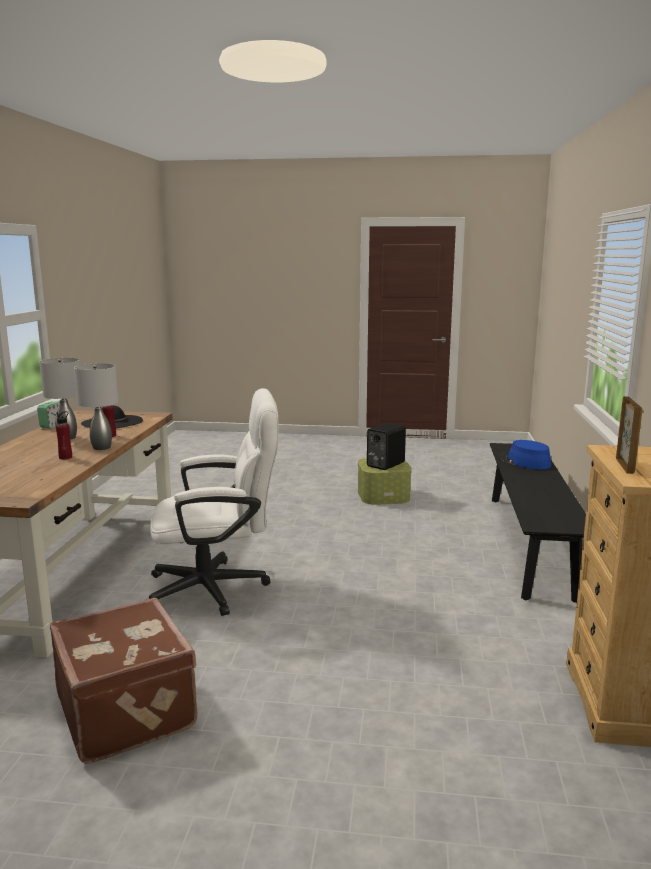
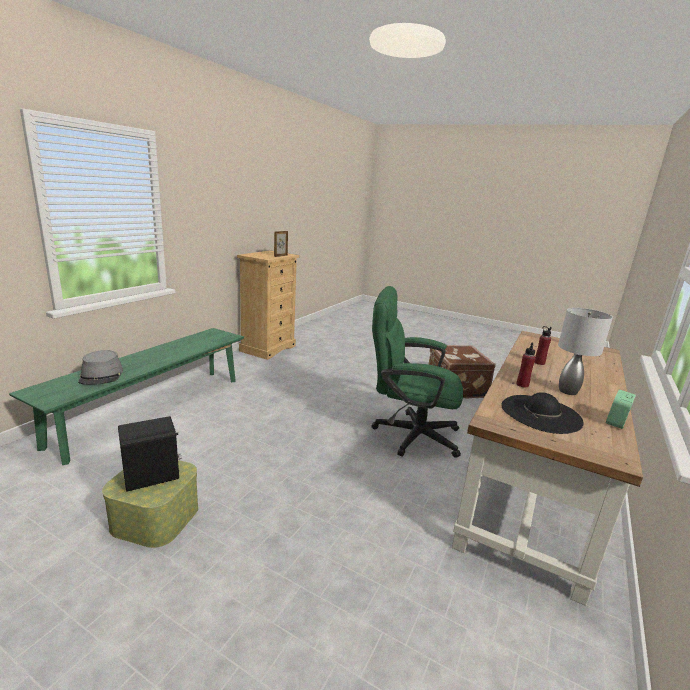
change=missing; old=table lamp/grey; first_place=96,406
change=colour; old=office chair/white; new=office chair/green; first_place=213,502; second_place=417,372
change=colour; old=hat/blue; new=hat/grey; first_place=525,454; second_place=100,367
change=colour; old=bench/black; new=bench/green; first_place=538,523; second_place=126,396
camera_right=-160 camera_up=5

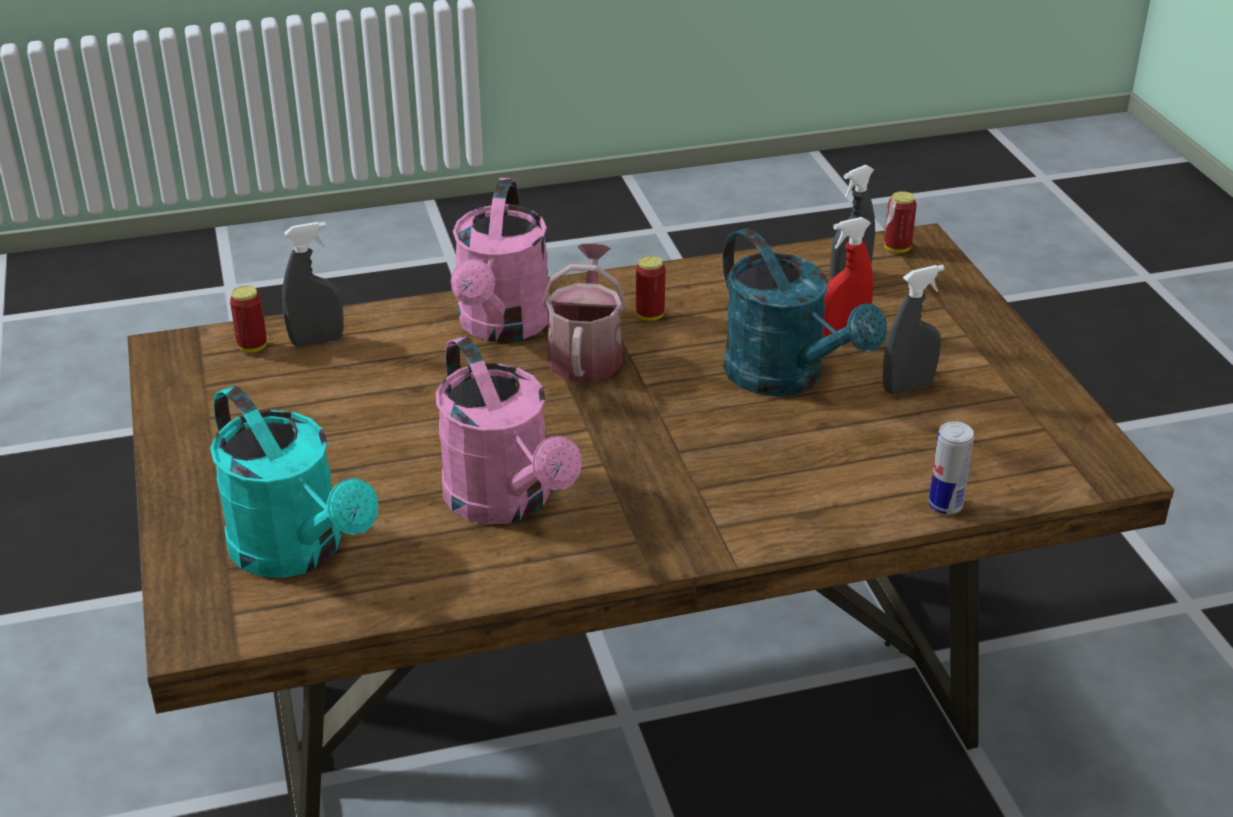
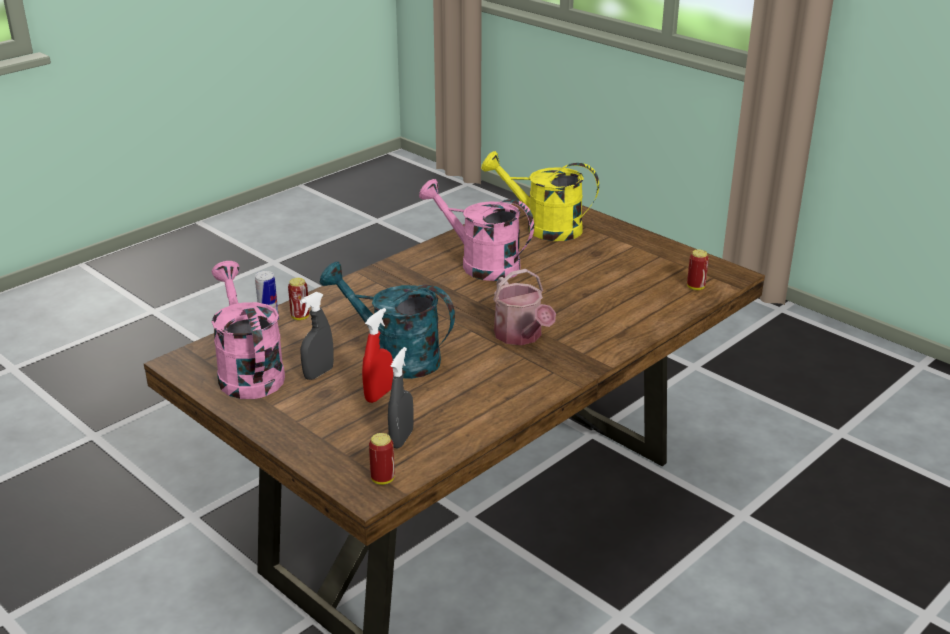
change=relocated; old=watering can/pink; first_place=500,260; second_place=248,330
change=missing; old=spray bottle/grey; first_place=313,284
change=relocated; old=can; first_place=650,288; second_place=298,299
change=colour; old=watering can/turquoise; new=watering can/yellow; first_place=294,482; second_place=540,196
camera_right=150 camera_up=-5

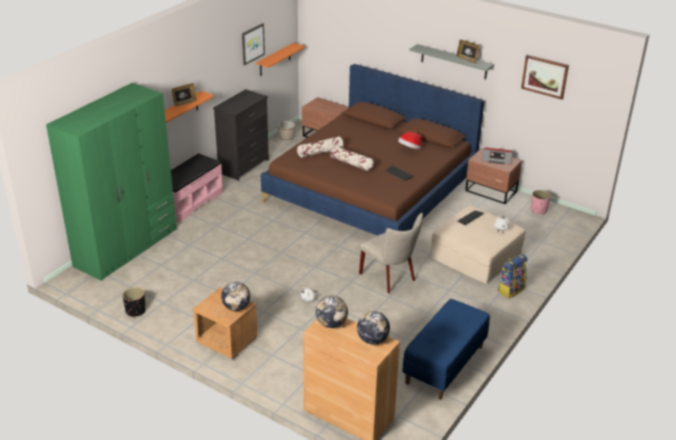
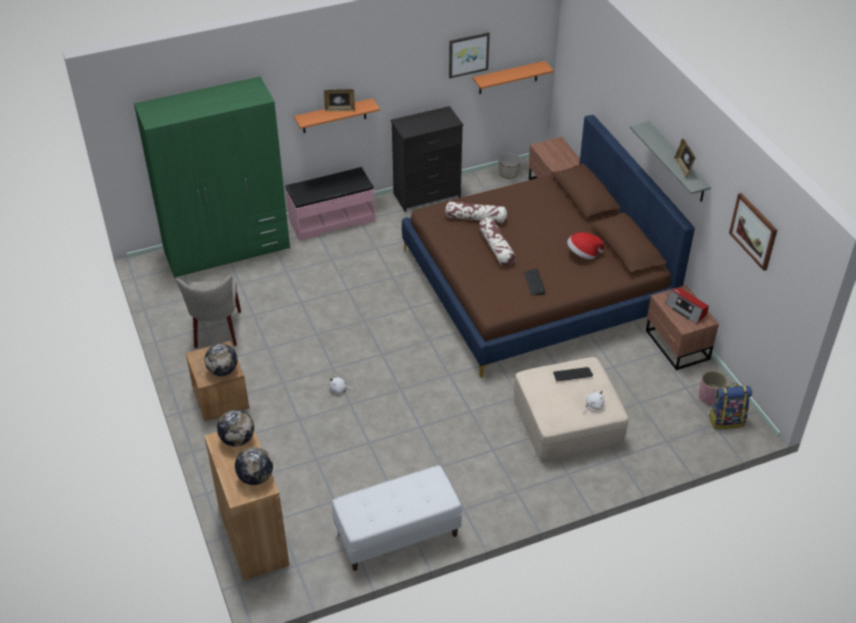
change=relocated; old=chair/beige; first_place=391,253; second_place=208,311
change=relocated; old=backpack; first_place=512,276; second_place=730,406
change=missing; old=planter/black; first_place=134,302
change=colour; old=bench/blue; new=bench/white; first_place=446,349; second_place=397,518
camera_right=35 camera_up=10

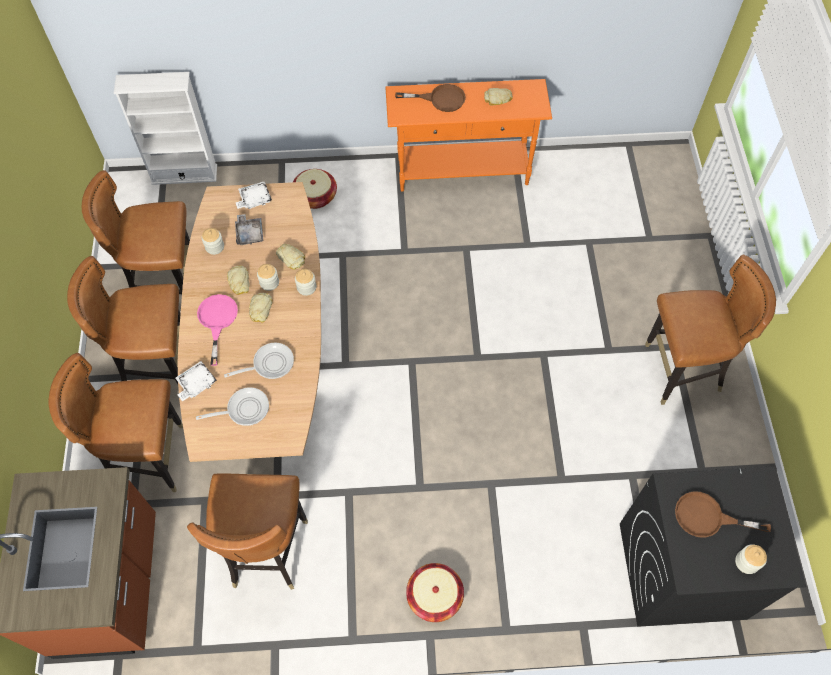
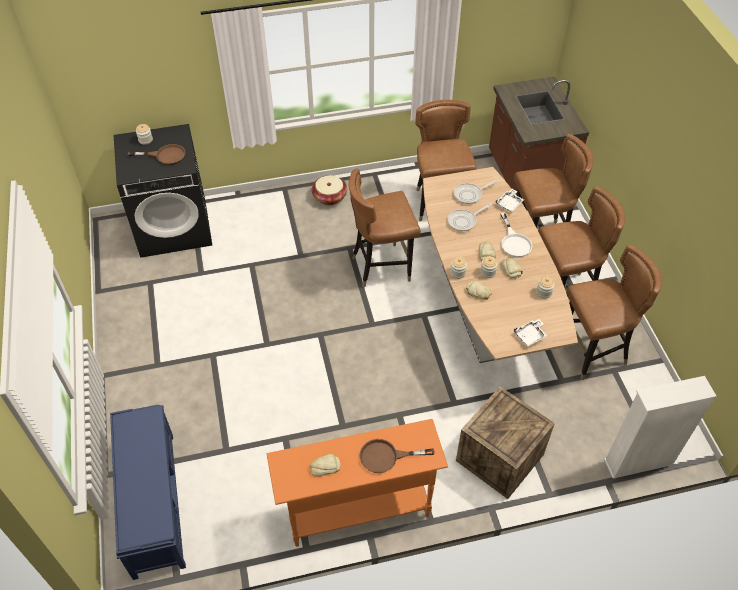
change=exchanged; old=basket; new=crate; first_place=315,189; second_place=505,443
change=missing; old=tray/grey; first_place=249,229
change=relocated; old=chair/brown; first_place=710,330; second_place=384,228
change=colour; old=frying pan/pink; new=frying pan/white; first_place=217,330; second_place=516,235
change=appeared; new=bench/blue; second_place=148,492
camera_right=170 camera_up=-10

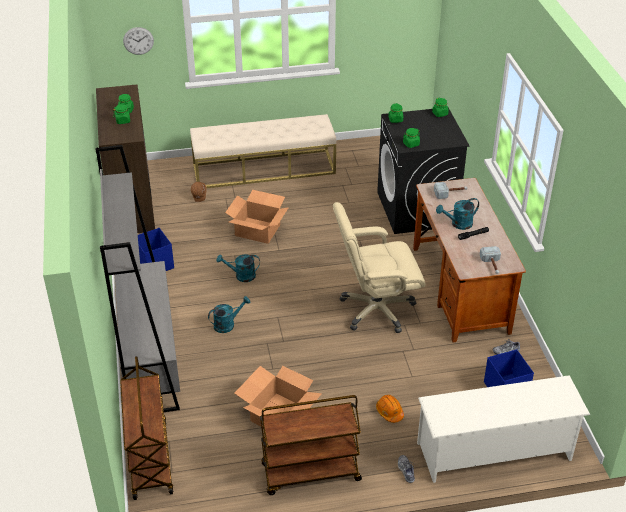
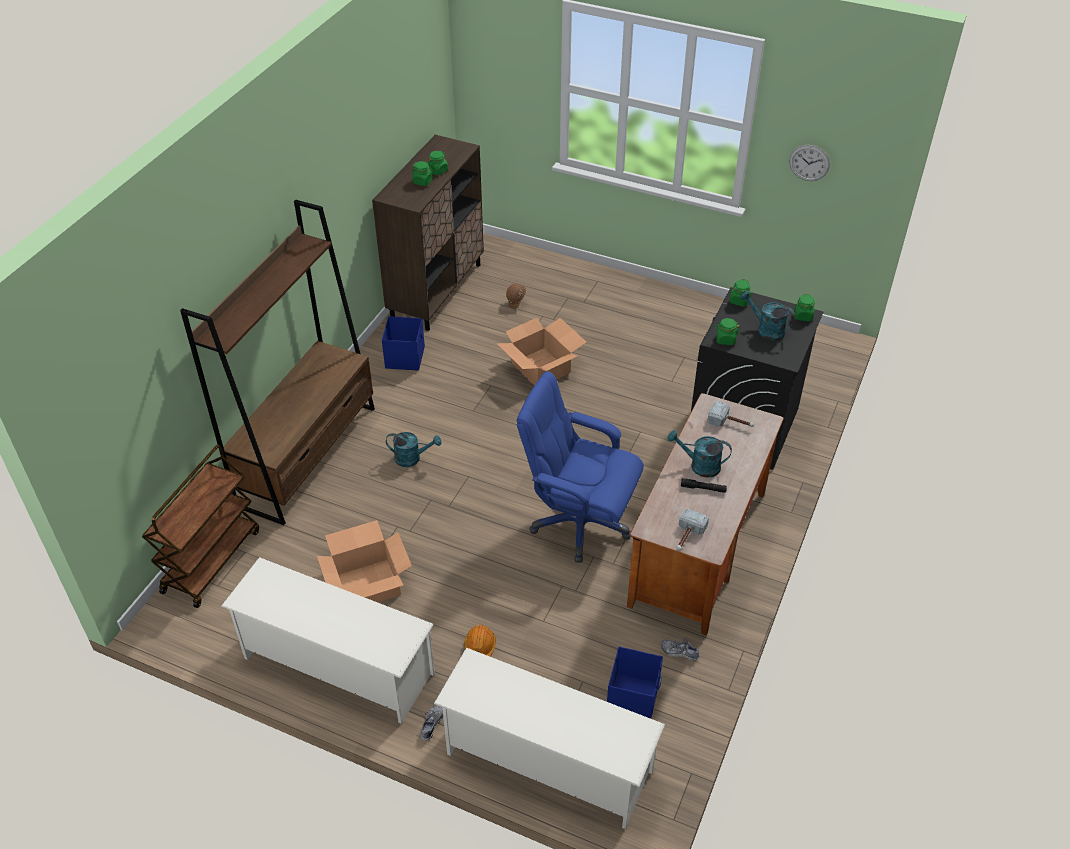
change=relocated; old=wall clock; first_place=138,41; second_place=809,163
change=missing; old=bench/beige; first_place=263,151
change=colour; old=bookcase/grey; new=bookcase/brown; first_place=137,278; second_place=277,362
change=colour; old=office chair/beige; new=office chair/blue; first_place=379,267; second_place=580,467
change=relocated; old=watering can/turquoise; first_place=238,268; second_place=767,315
change=exchanged; old=cart/brown; new=shoe rack/white; first_place=311,445; second_place=328,640
camera_right=35 camera_up=5

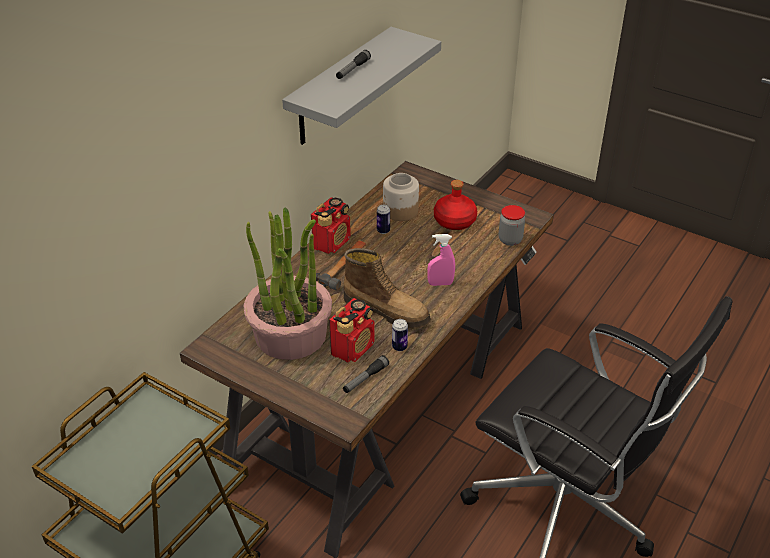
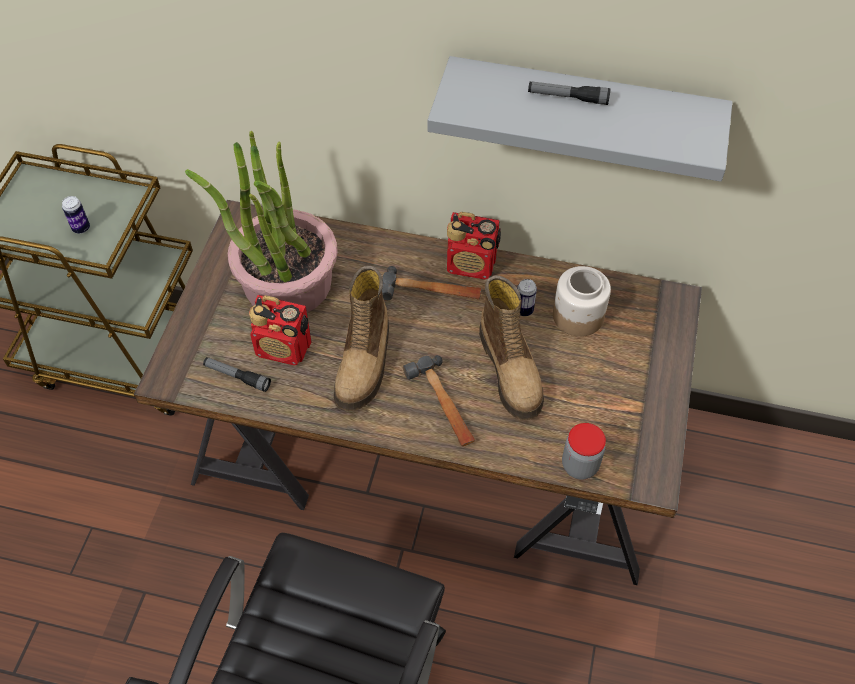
change=missing; old=bottle/red; first_place=455,205
change=exchanged; old=spray bottle/pink; new=hammer; first_place=441,260; second_place=439,400
change=relocated; old=can; first_place=400,335; second_place=76,215
change=appeared; new=boot; second_place=511,347
camera_right=70 camera_up=15

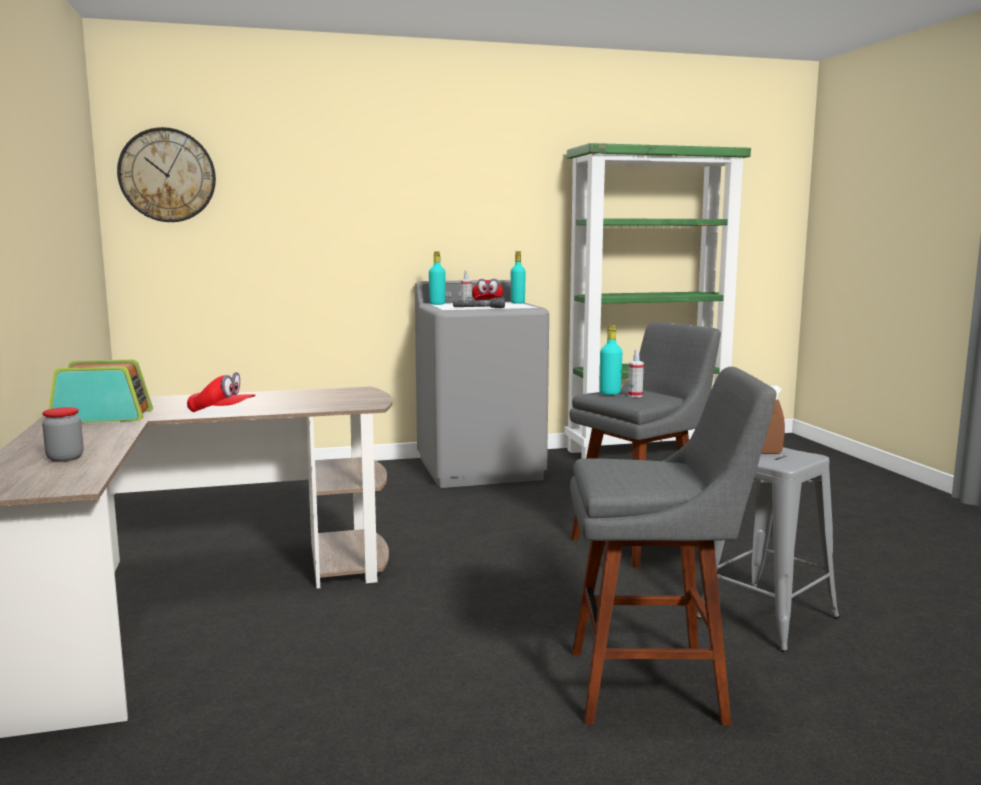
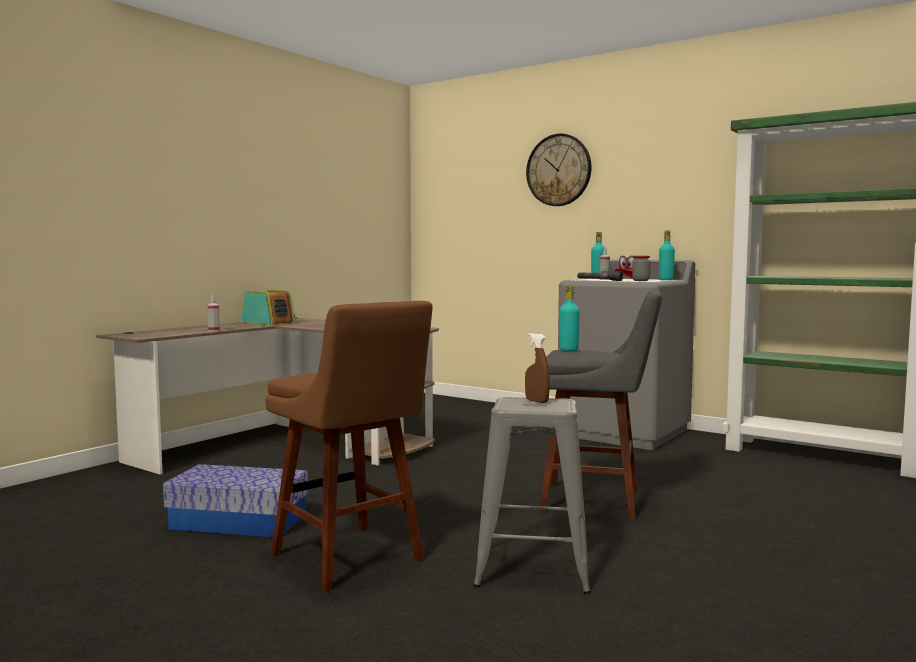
change=relocated; old=wall clock; first_place=166,174; second_place=558,170
change=relocated; old=spray bottle; first_place=636,373; second_place=214,313
change=colour; old=stool/grey; new=stool/brown; first_place=673,546; second_place=349,446
change=missing; old=cap/red; first_place=221,392
change=relocated; old=jar; first_place=63,434; second_place=641,268
change=appeared; new=storage box; second_place=235,500
camera_right=50 camera_up=-5

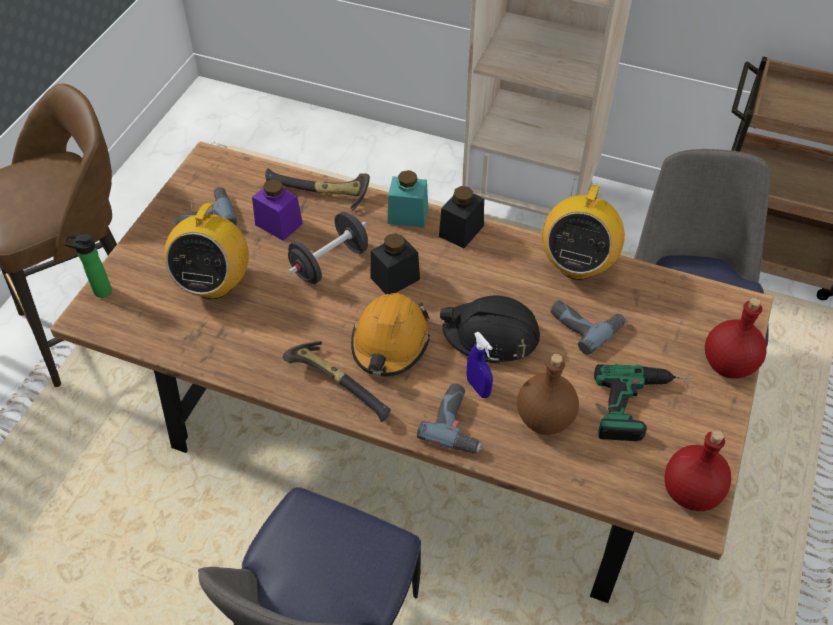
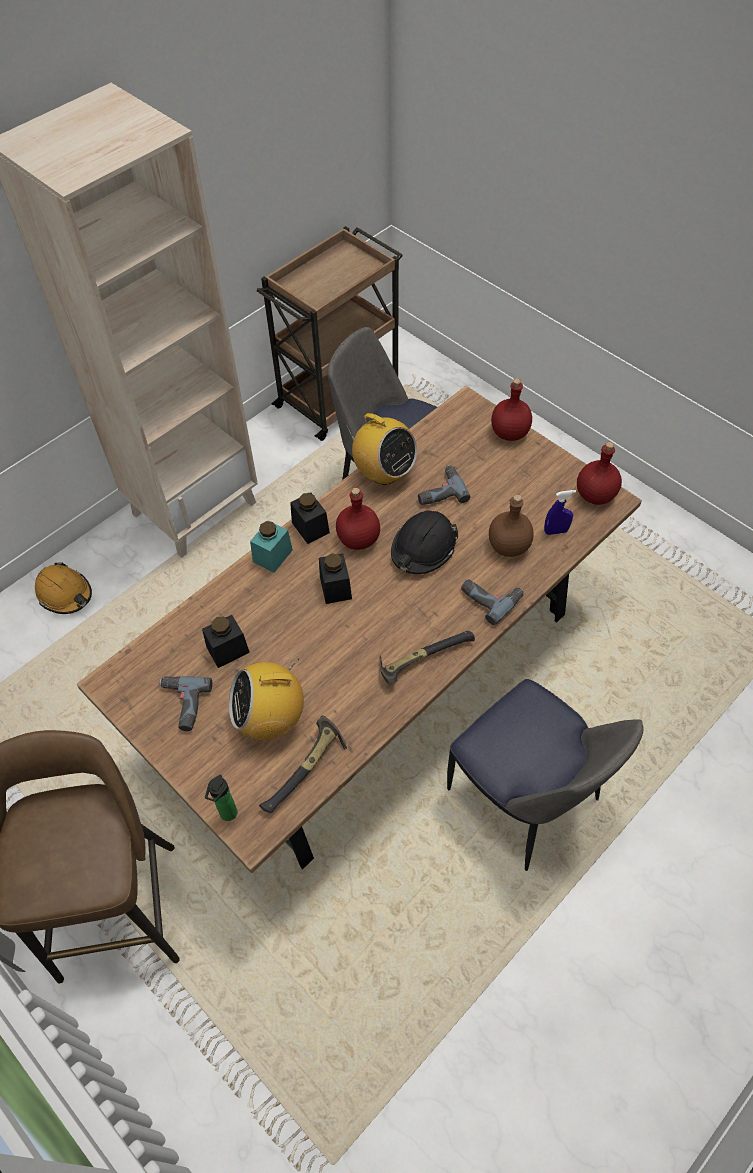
change=relocated; old=hammer; first_place=317,189; second_place=303,764
change=colour; old=jar/purple; new=jar/black; first_place=277,210; second_place=226,641
change=spun; old=radio; first_place=206,251; second_place=266,699; degrees=135
change=missing; old=dumbbell/black; first_place=328,248
change=relocated; old=hard hat/orange; first_place=390,334; second_place=63,588
change=relocated; old=spray bottle/blue; first_place=480,365; second_place=560,512
change=missing; old=power drill; first_place=643,402
change=appeared; new=bottle/red; second_place=358,519
camera_right=-65 camera_up=5

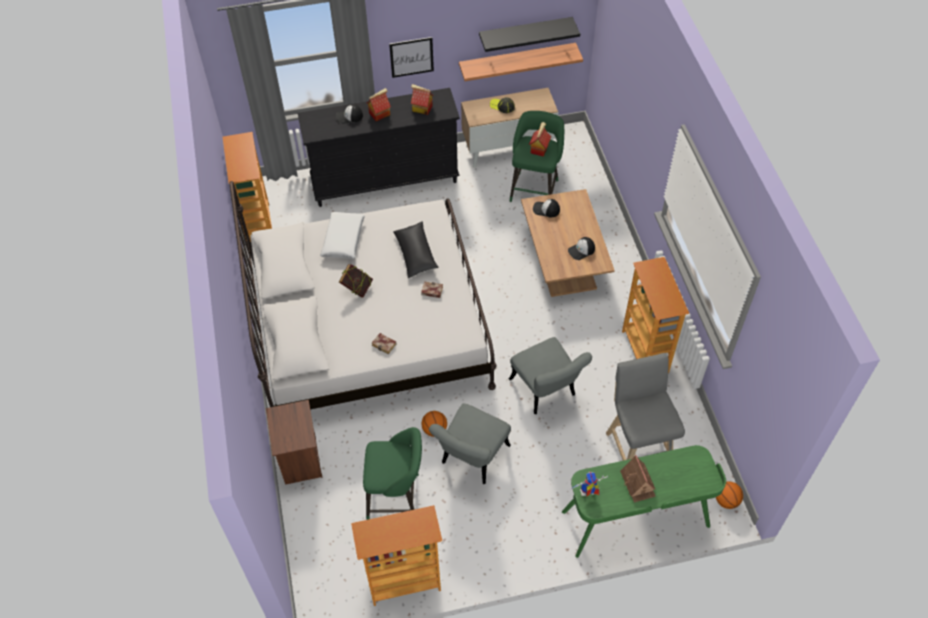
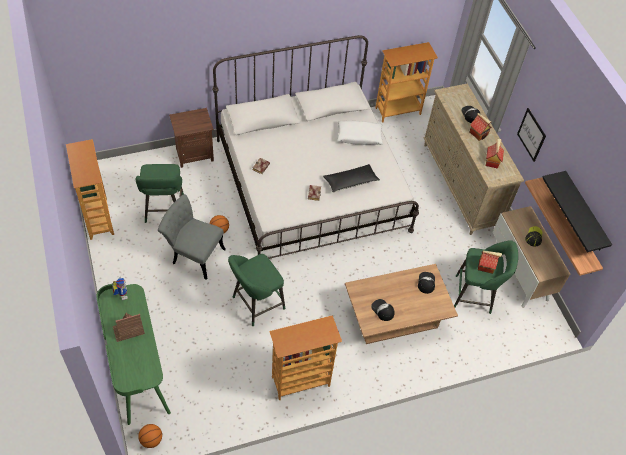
change=colour; old=dresser/black; new=dresser/beige; first_place=379,147; second_place=473,159
change=missing; old=book; first_place=356,280
change=exchanged; old=chair/grey; new=stool/green; first_place=550,375; second_place=256,290
change=missing; old=stool/grey; first_place=645,407
camera_right=80 camera_up=0

